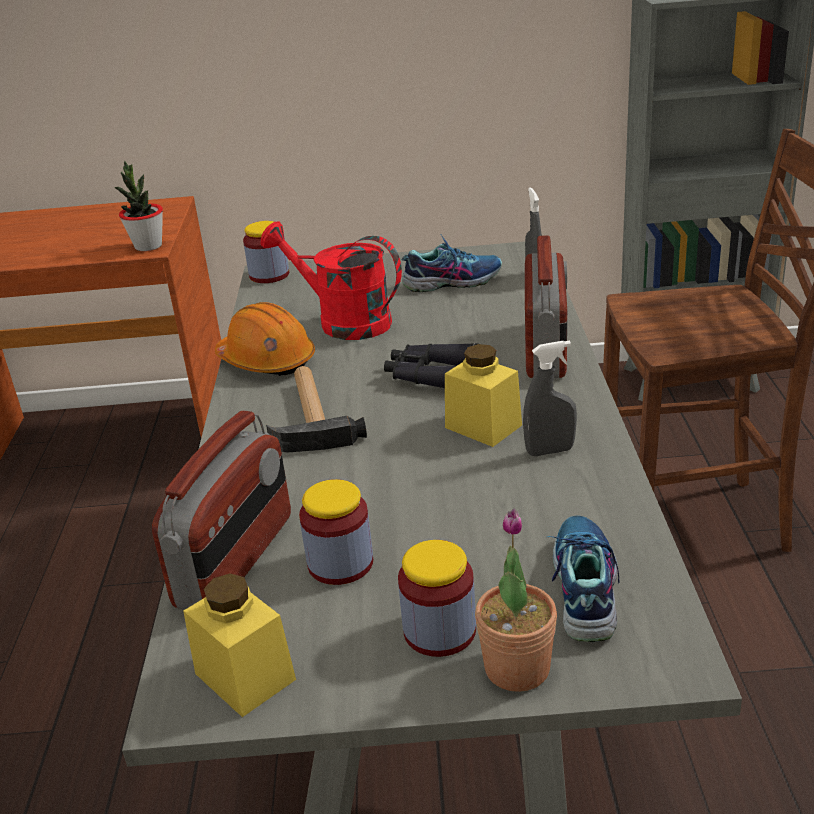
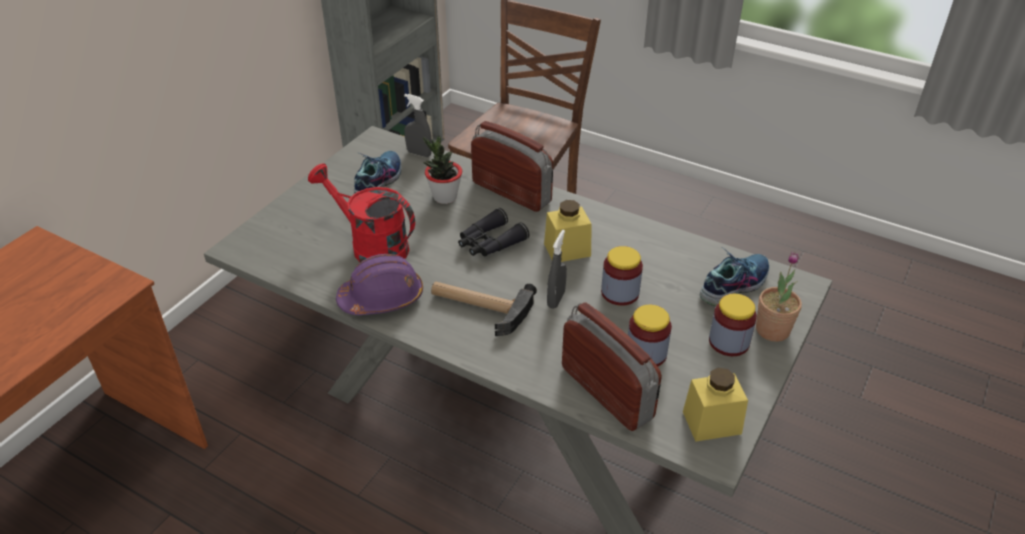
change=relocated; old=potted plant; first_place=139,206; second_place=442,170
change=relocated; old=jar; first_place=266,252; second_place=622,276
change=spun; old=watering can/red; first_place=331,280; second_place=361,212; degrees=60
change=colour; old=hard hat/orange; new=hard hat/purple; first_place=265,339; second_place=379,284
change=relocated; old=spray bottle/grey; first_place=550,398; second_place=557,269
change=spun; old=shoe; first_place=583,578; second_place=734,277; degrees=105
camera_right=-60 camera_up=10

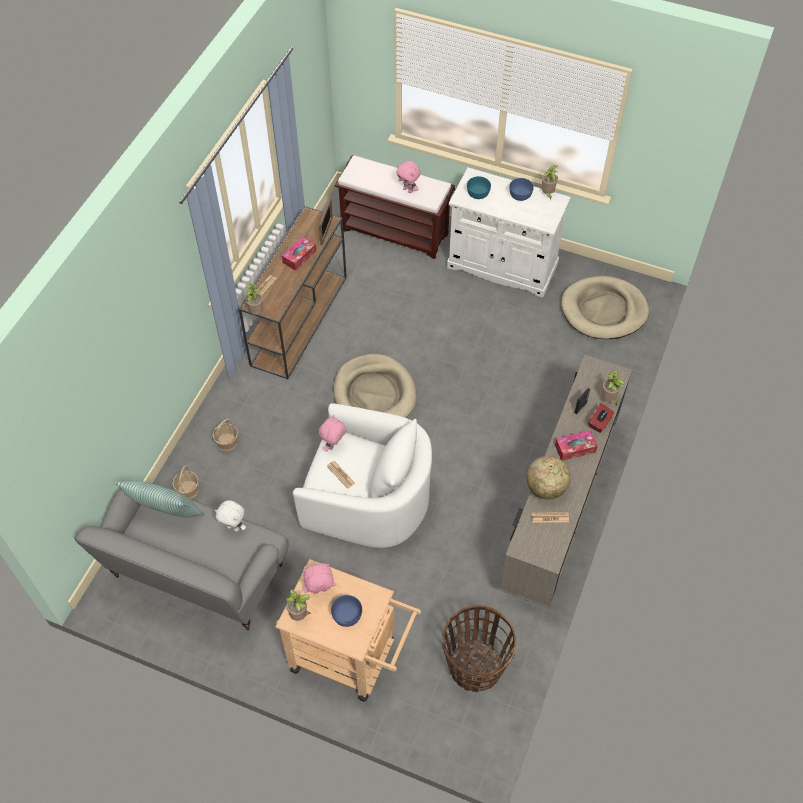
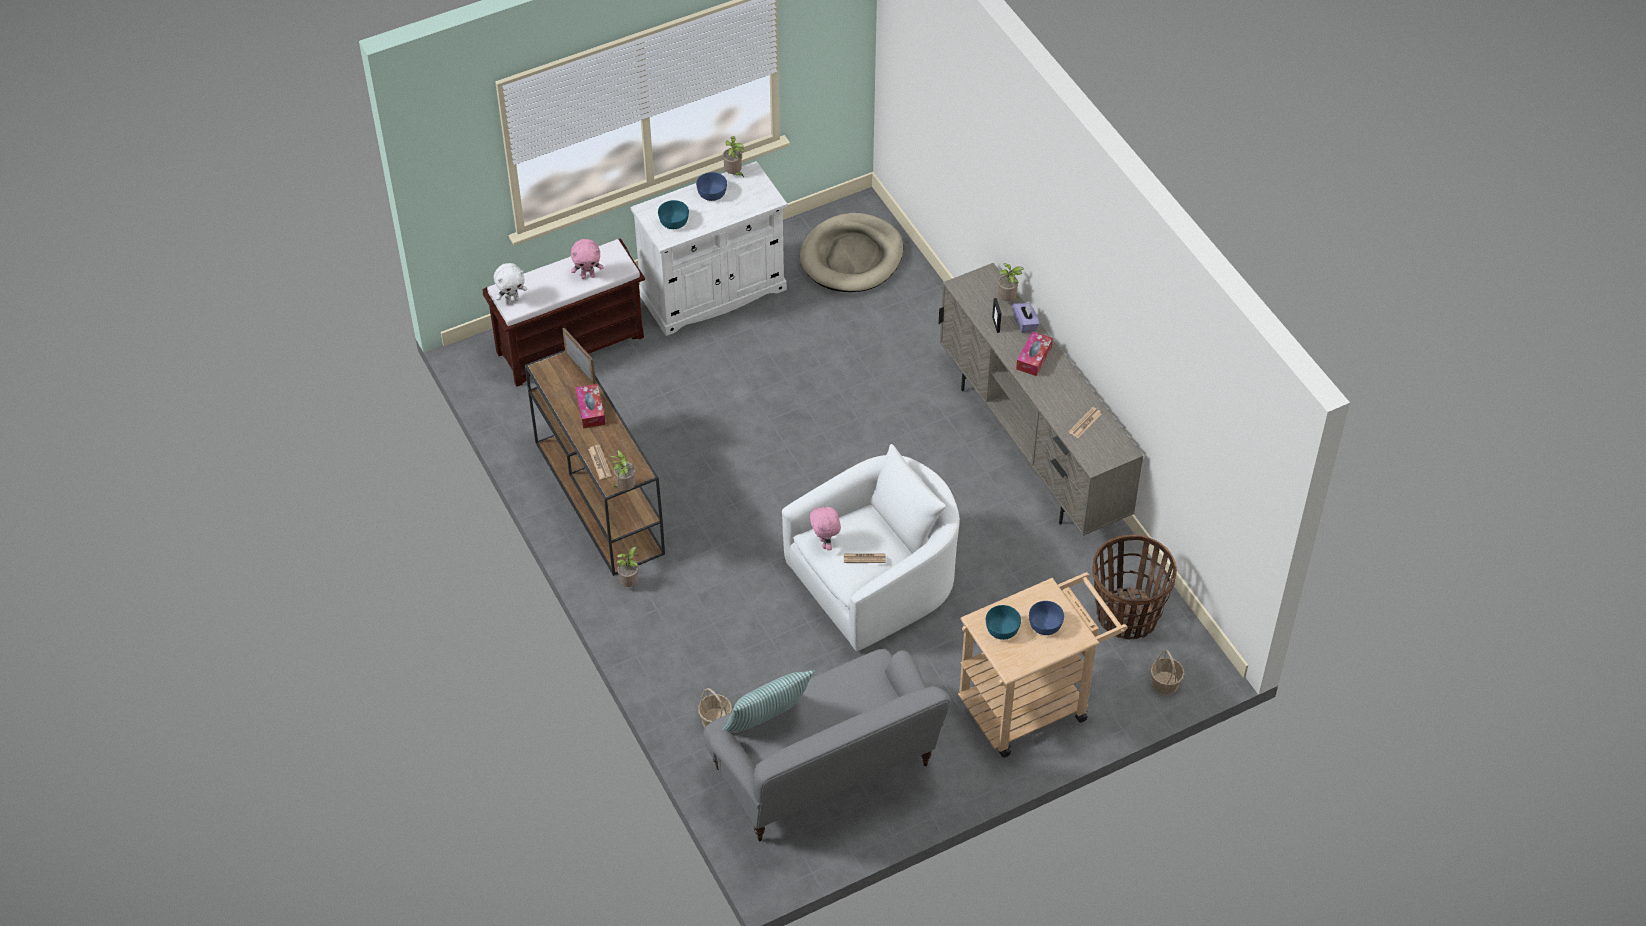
change=missing; old=dog bed/beige; first_place=375,386
change=colour; old=tissue box/red; new=tissue box/purple; first_place=601,418; second_place=1026,318
change=relocated; old=basket; first_place=225,434; second_place=1167,672
change=missing; old=globe; first_place=548,478
change=relocated; old=plush toy/white; first_place=230,516; second_place=510,283
change=exchanged; old=plush toy/pink; new=bowl/turquoise; first_place=319,578; second_place=1003,622
change=relocated; old=potted plant; first_place=298,605; second_place=627,567
camera_right=-50 camera_up=-5

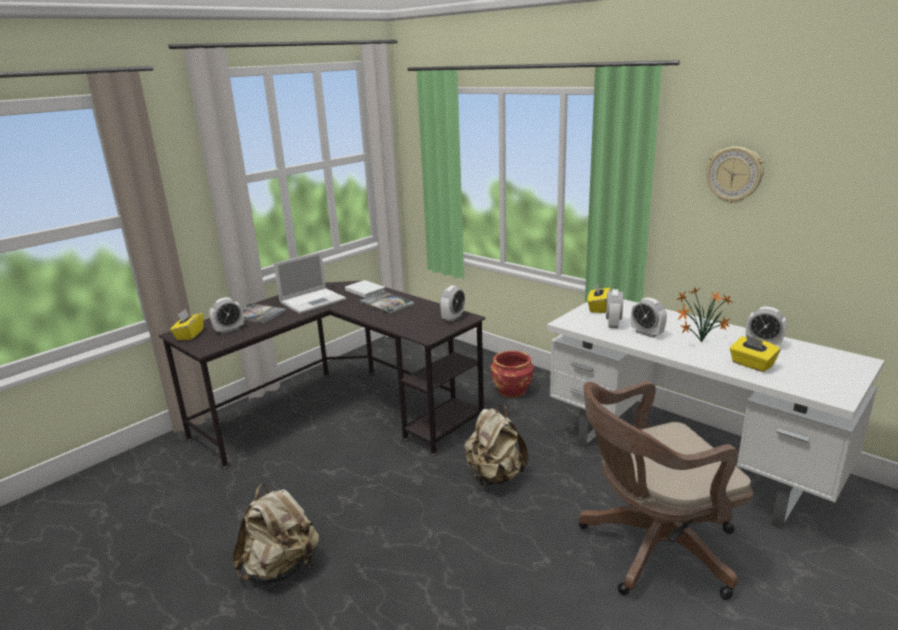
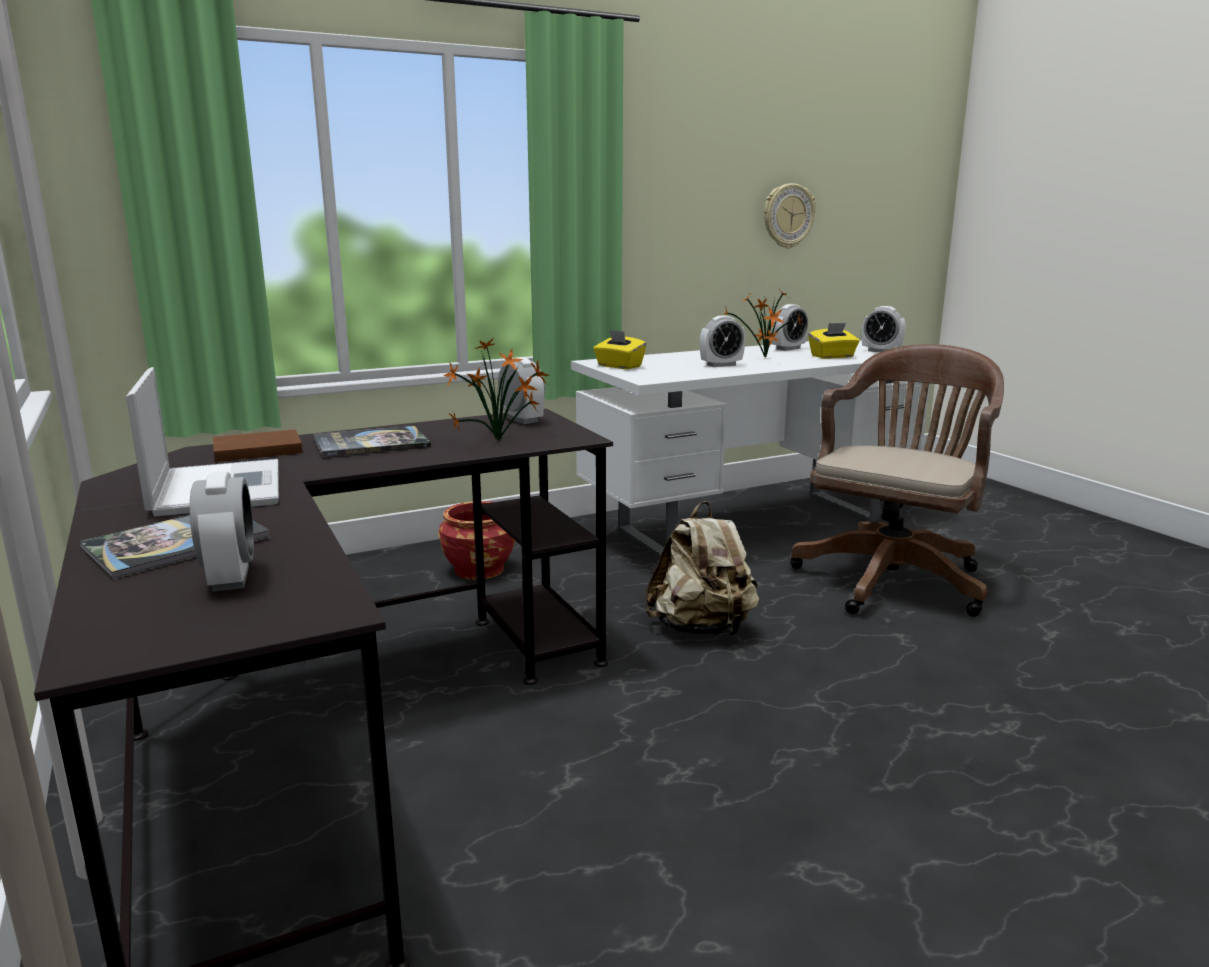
change=relocated; old=wall clock; first_place=735,174; second_place=790,216
change=colour; old=book/white; new=book/brown; first_place=365,289; second_place=258,445
change=relocated; old=alarm clock; first_place=614,308; second_place=884,329
change=missing; old=tissue box/yellow; first_place=187,324
change=spun; old=office chair/brown; first_place=665,490; second_place=897,480; degrees=-150
change=missing; old=backpack/beige; first_place=275,533
change=appeared; new=potted plant; second_place=496,388
camera_right=-70 camera_up=-5

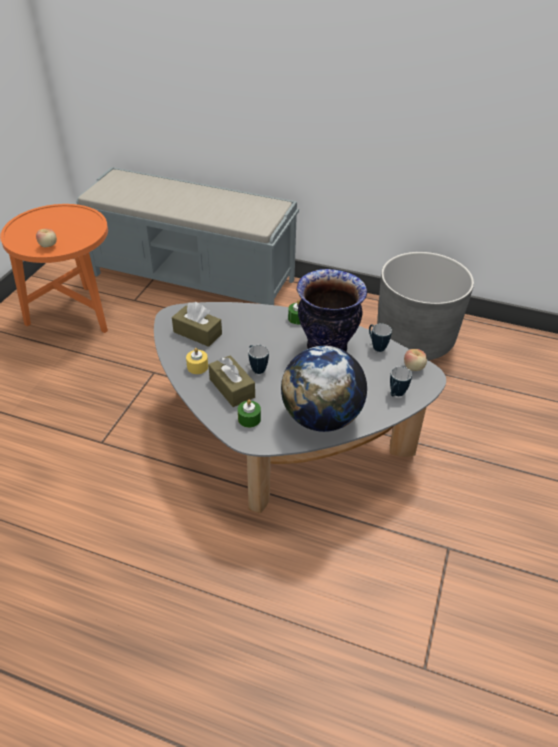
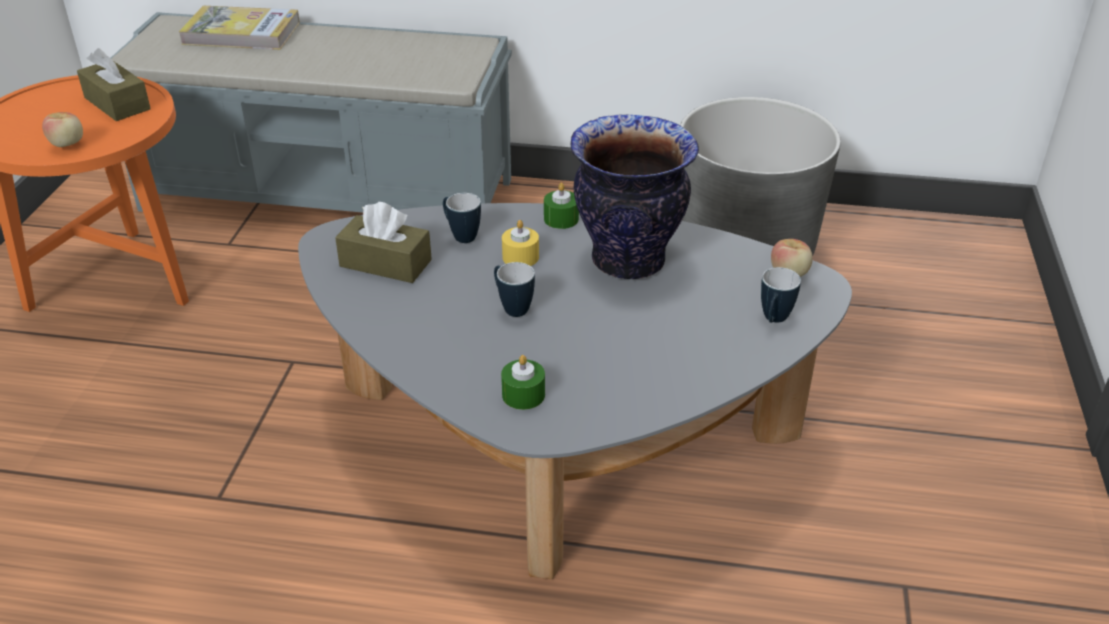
change=relocated; old=mug; first_place=380,338; second_place=462,218
change=missing; old=globe; first_place=324,389
change=relocated; old=candle/yellow; first_place=197,361; second_place=520,243
change=relocated; old=tissue box/brown; first_place=231,381; second_place=114,84
change=appeared; new=book; second_place=239,28
camera_right=-10 camera_up=-5

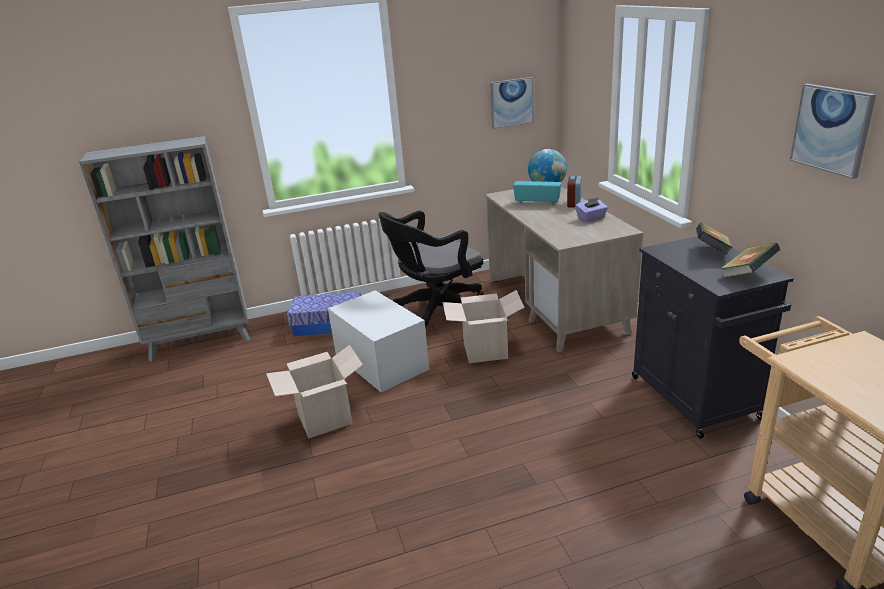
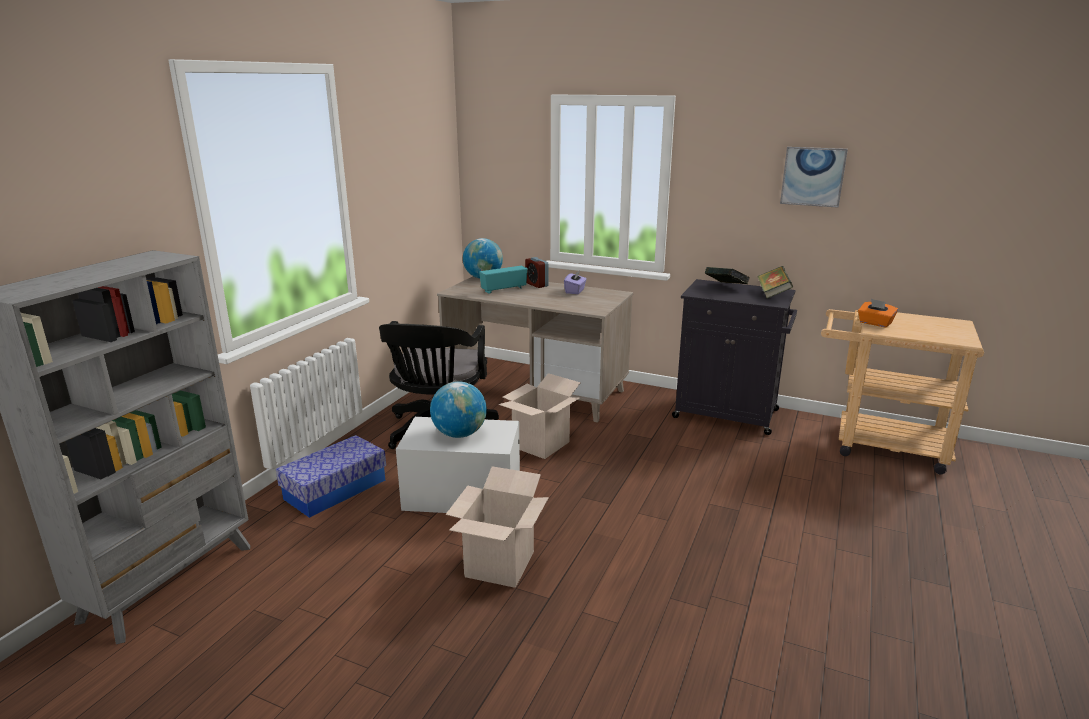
change=missing; old=picture; first_place=512,103
change=appeared; new=tissue box/orange; second_place=878,313
change=appeared; new=globe; second_place=458,409
camera_right=-50 camera_up=-5

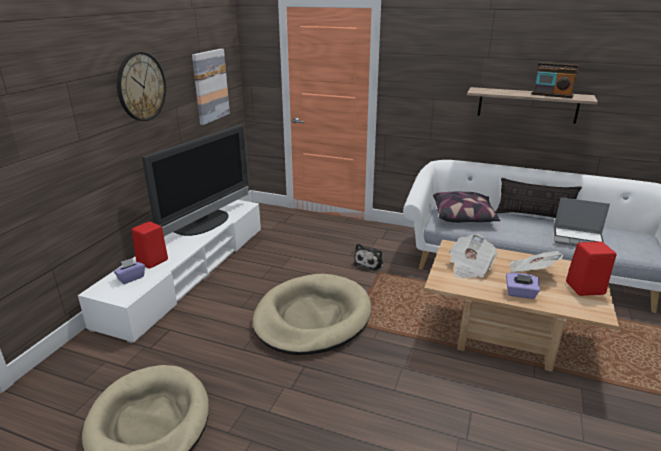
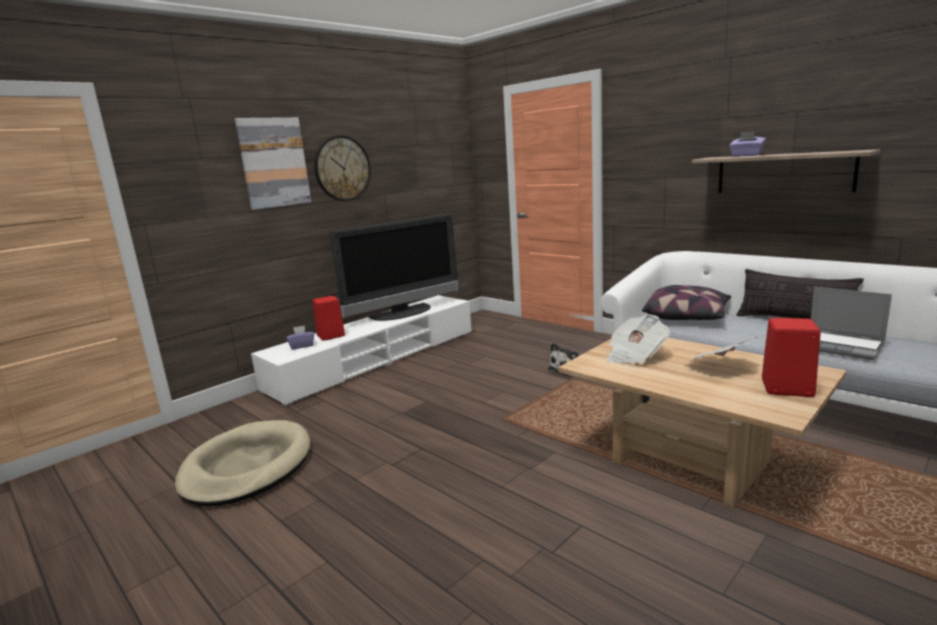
change=relocated; old=picture; first_place=211,87; second_place=273,163
change=missing; old=radio; first_place=555,80
change=relocated; old=tissue box/purple; first_place=523,286; second_place=747,144
change=missing; old=dog bed/beige; first_place=311,314
camera_right=25 camera_up=-10

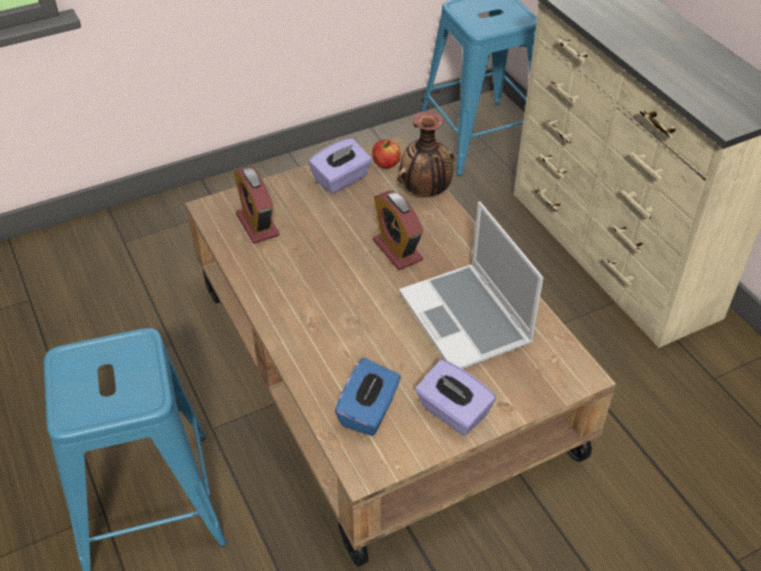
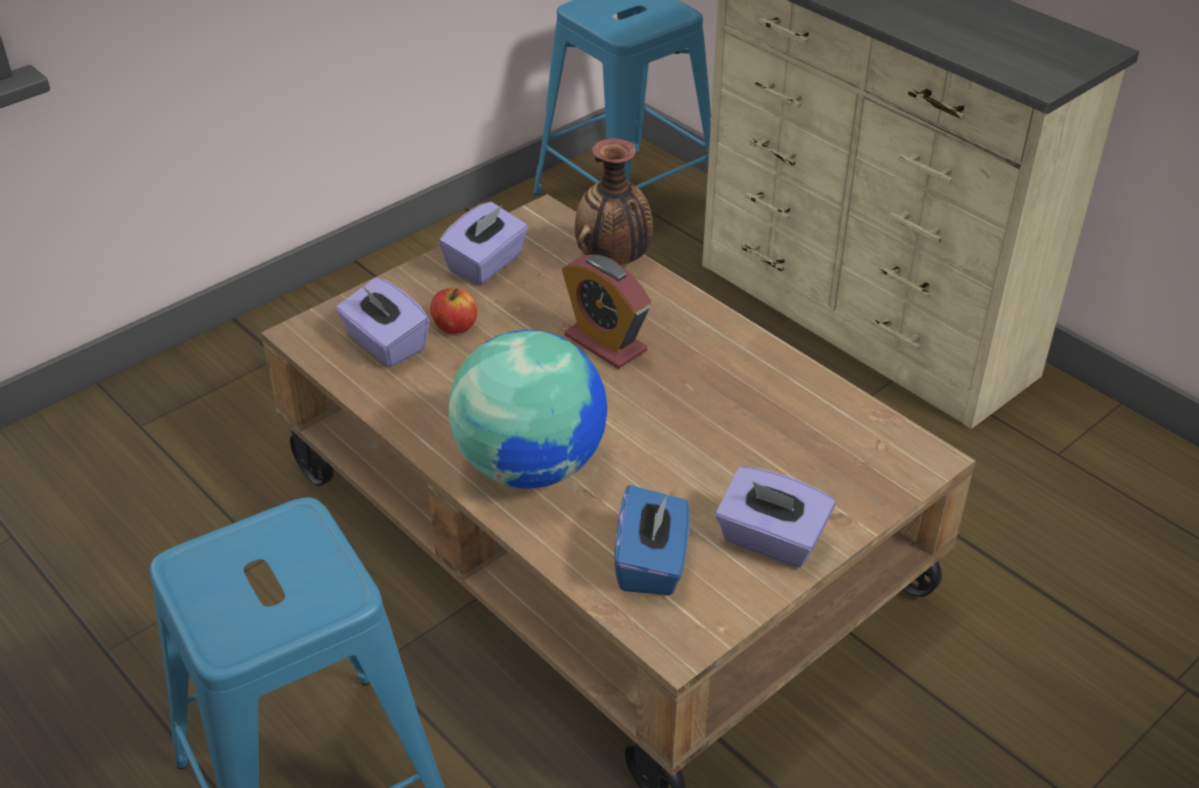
change=relocated; old=apple; first_place=386,153; second_place=454,311
change=exchanged; old=alarm clock; new=tissue box/purple; first_place=257,205; second_place=383,322
change=missing; old=laptop; first_place=471,285
change=appeared; new=globe; second_place=528,409
camera_right=-15 camera_up=-5

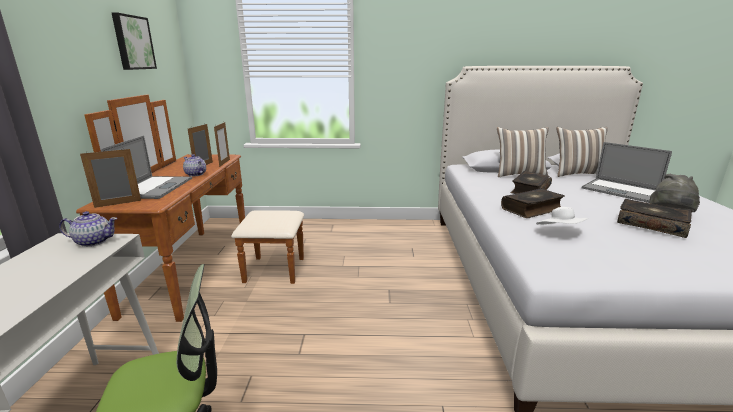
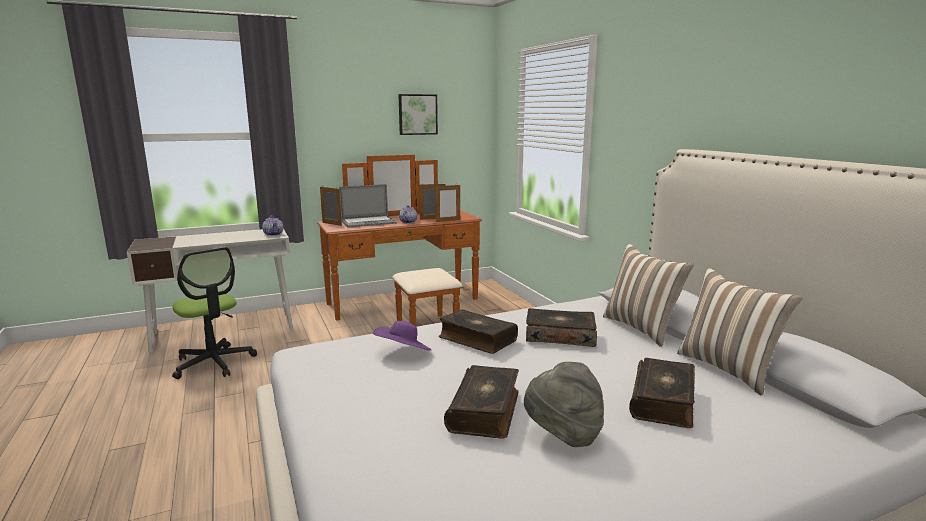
change=exchanged; old=laptop; new=book; first_place=627,172; second_place=662,393
change=colour; old=hat/white; new=hat/purple; first_place=562,216; second_place=402,335
camera_right=65 camera_up=-5

